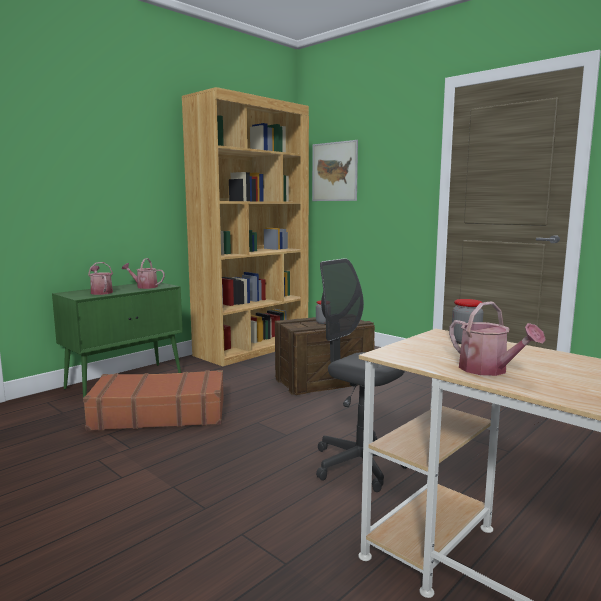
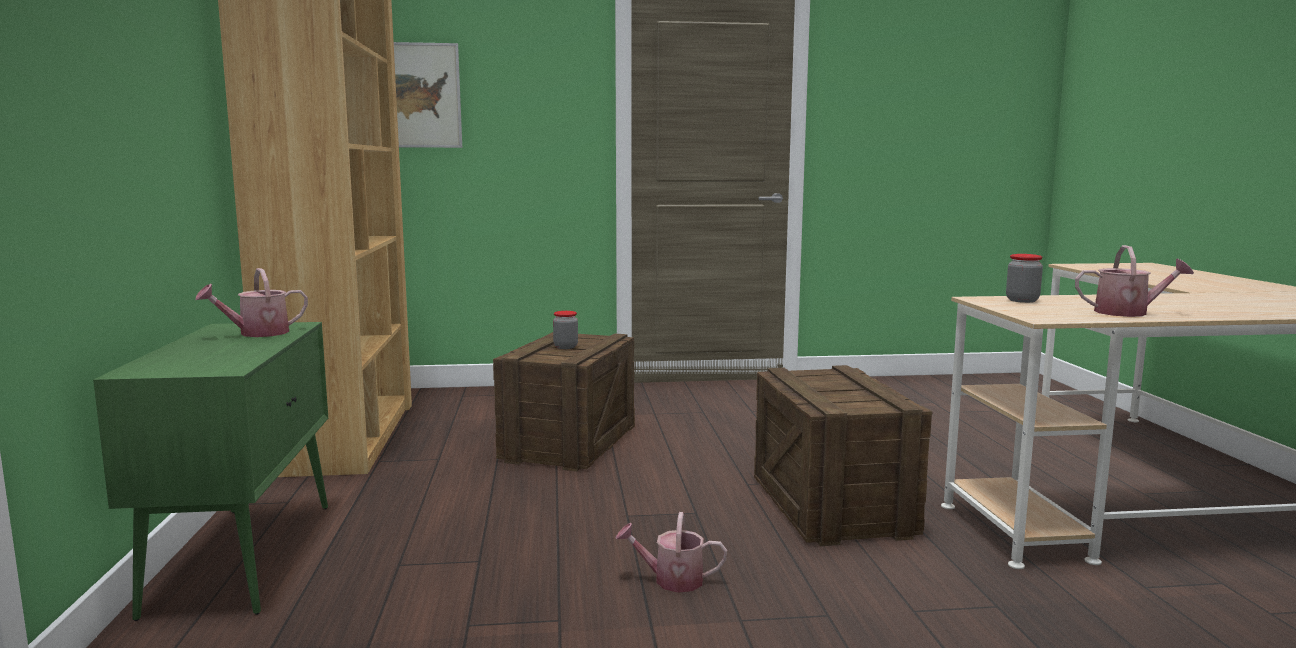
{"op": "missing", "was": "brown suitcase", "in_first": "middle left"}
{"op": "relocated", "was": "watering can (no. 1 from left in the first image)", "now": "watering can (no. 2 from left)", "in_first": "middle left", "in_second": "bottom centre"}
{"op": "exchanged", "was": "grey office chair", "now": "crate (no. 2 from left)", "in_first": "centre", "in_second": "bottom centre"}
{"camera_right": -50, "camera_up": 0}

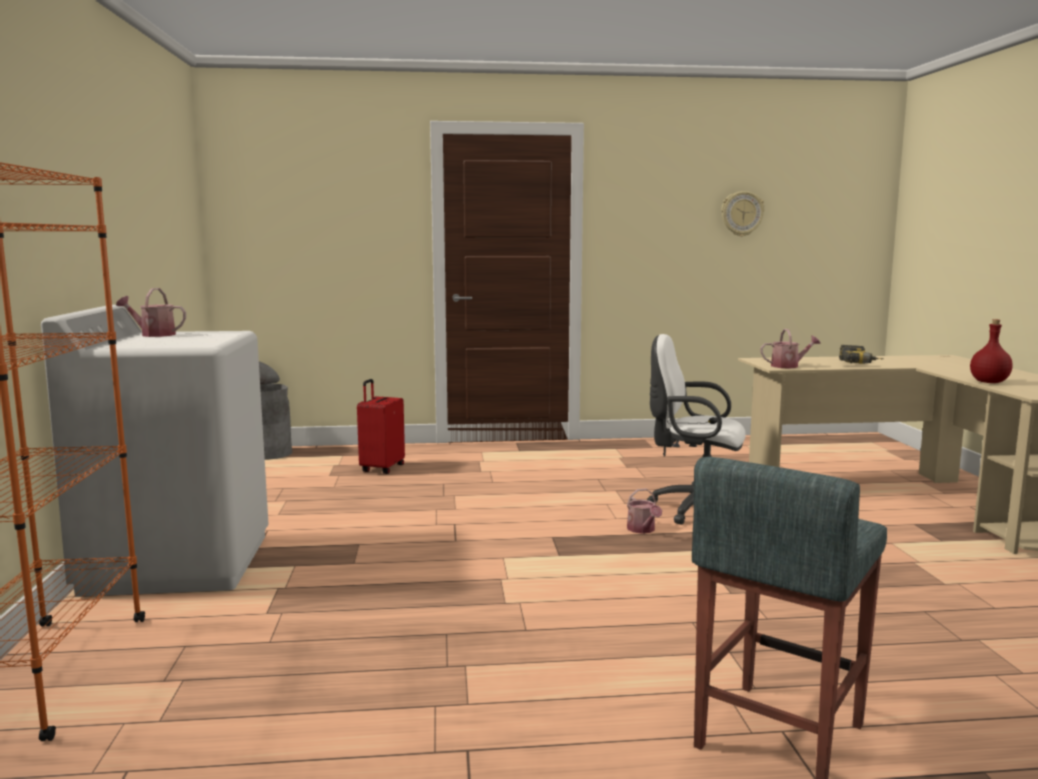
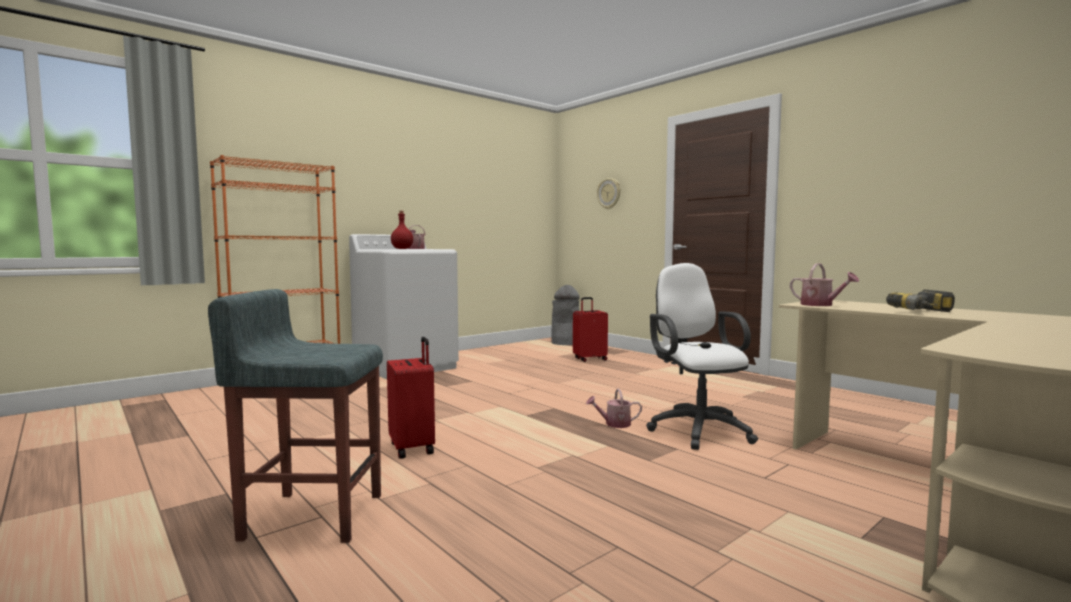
{"op": "appeared", "now": "red suitcase (no. 1 from left)", "in_second": "centre"}
{"op": "relocated", "was": "wall clock", "in_first": "top right", "in_second": "top centre"}
{"op": "relocated", "was": "red bottle", "in_first": "middle right", "in_second": "centre"}
{"op": "spun", "was": "watering can (no. 2 from left)", "in_first": "centre", "in_second": "bottom centre", "clockwise": 45}
{"camera_right": 55, "camera_up": -5}

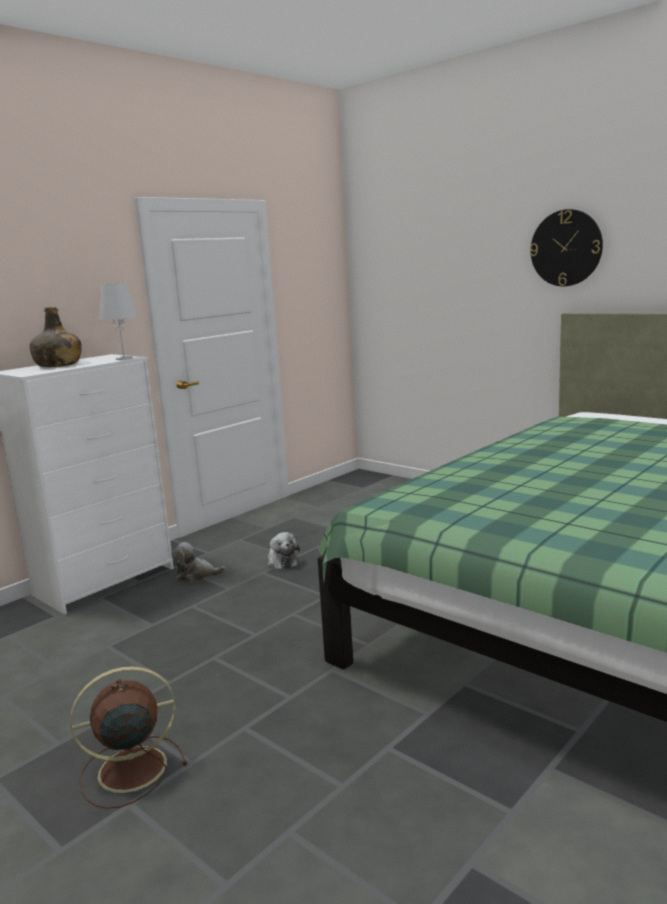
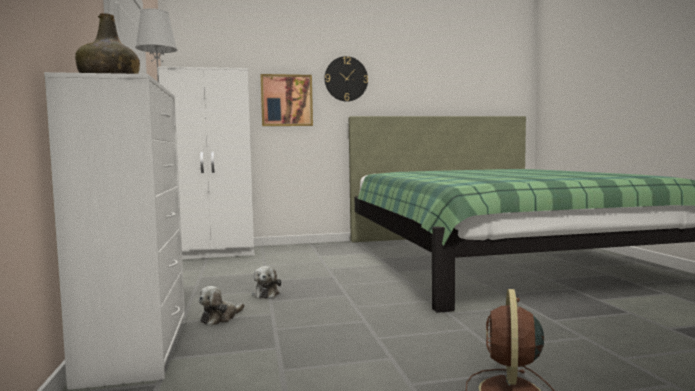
{"op": "appeared", "now": "white wardrobe", "in_second": "middle left"}
{"op": "appeared", "now": "picture", "in_second": "top centre"}
{"op": "spun", "was": "plush toy (no. 2 from left)", "in_first": "centre", "in_second": "bottom centre", "clockwise": 75}
{"camera_right": -55, "camera_up": -10}

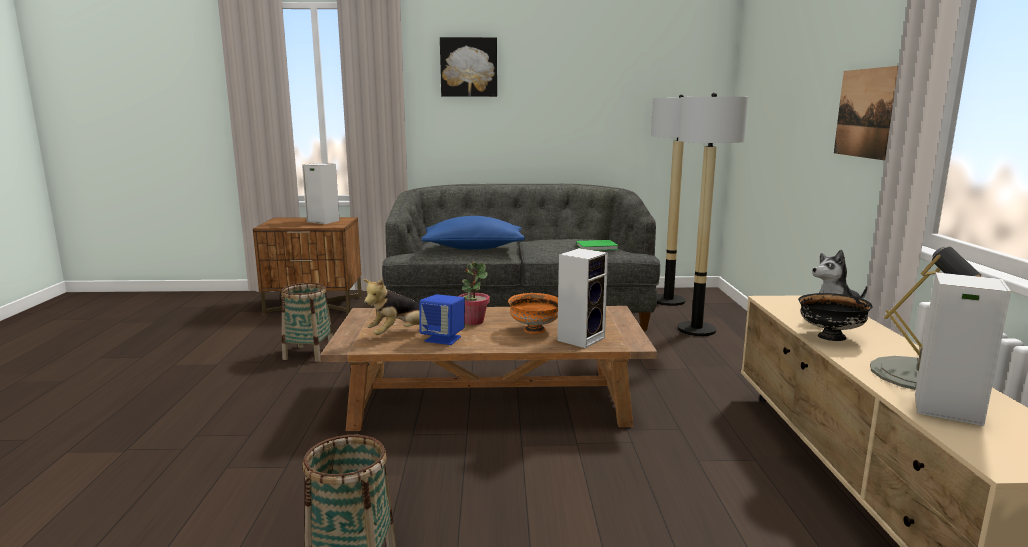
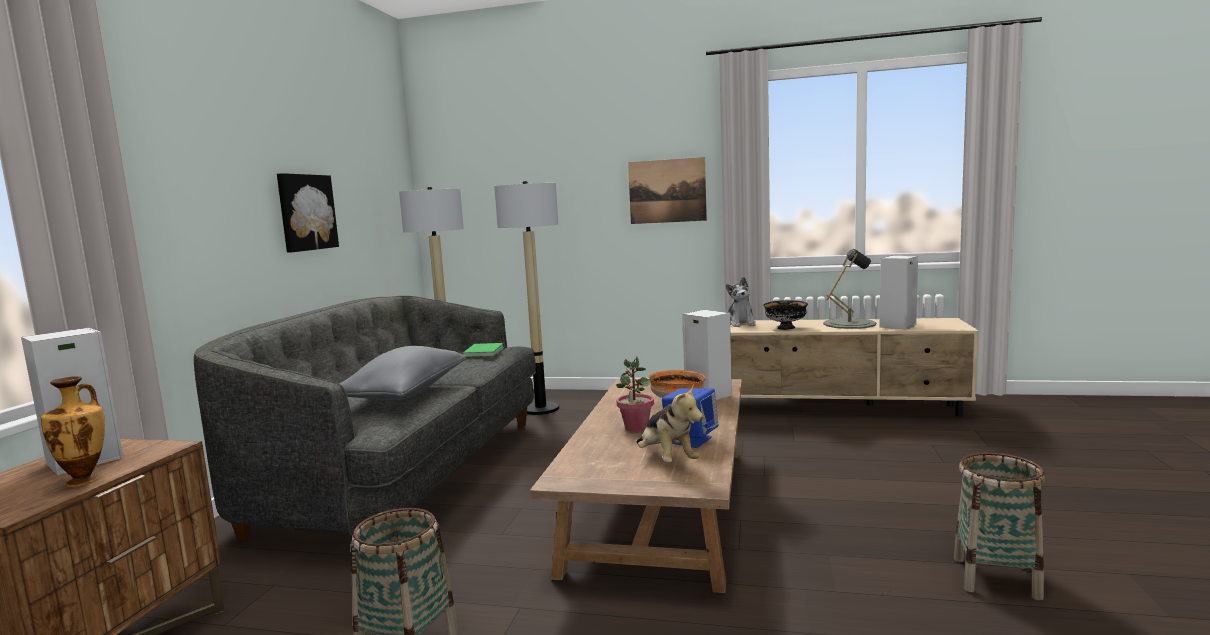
{"op": "appeared", "now": "vase", "in_second": "bottom left"}
{"op": "relocated", "was": "picture (no. 1 from left)", "in_first": "top centre", "in_second": "middle left"}
{"op": "colour", "was": "blue pillow", "now": "grey pillow", "in_first": "centre", "in_second": "middle left"}
{"camera_right": -75, "camera_up": -5}

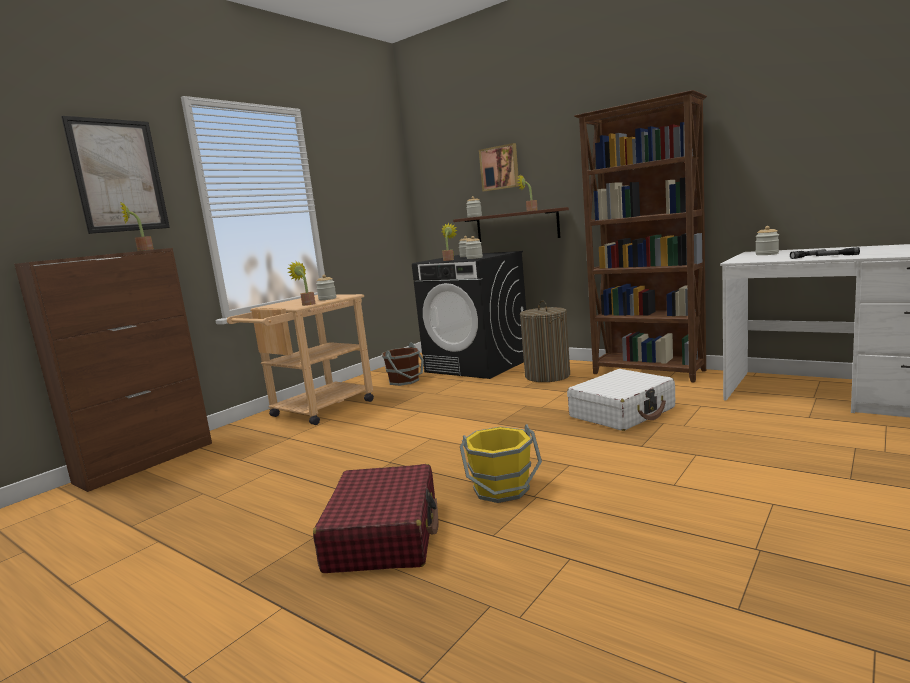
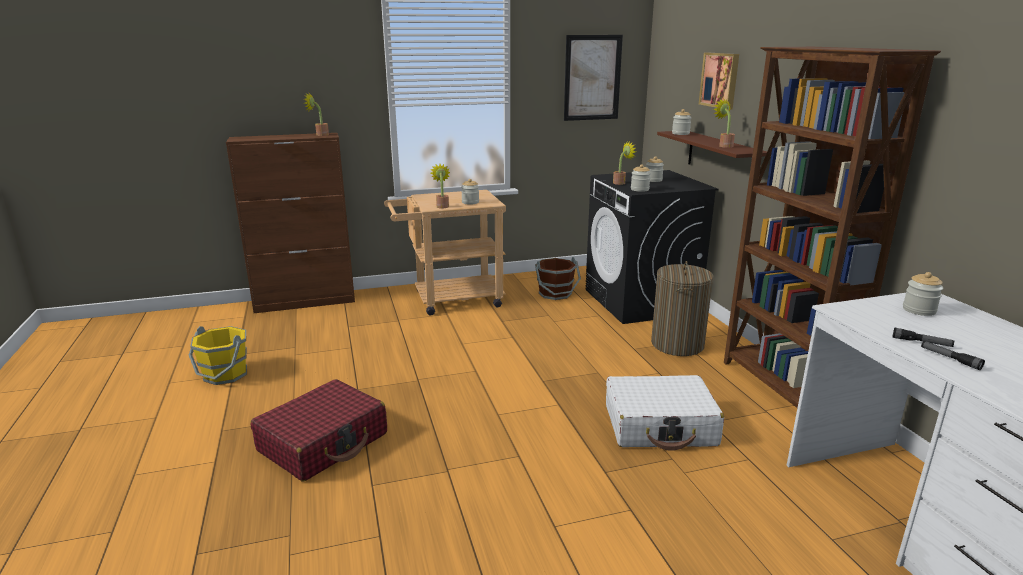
{"op": "relocated", "was": "picture (no. 1 from left)", "in_first": "top left", "in_second": "top centre"}
{"op": "relocated", "was": "yellow bucket", "in_first": "bottom centre", "in_second": "middle left"}
{"camera_right": 35, "camera_up": 10}

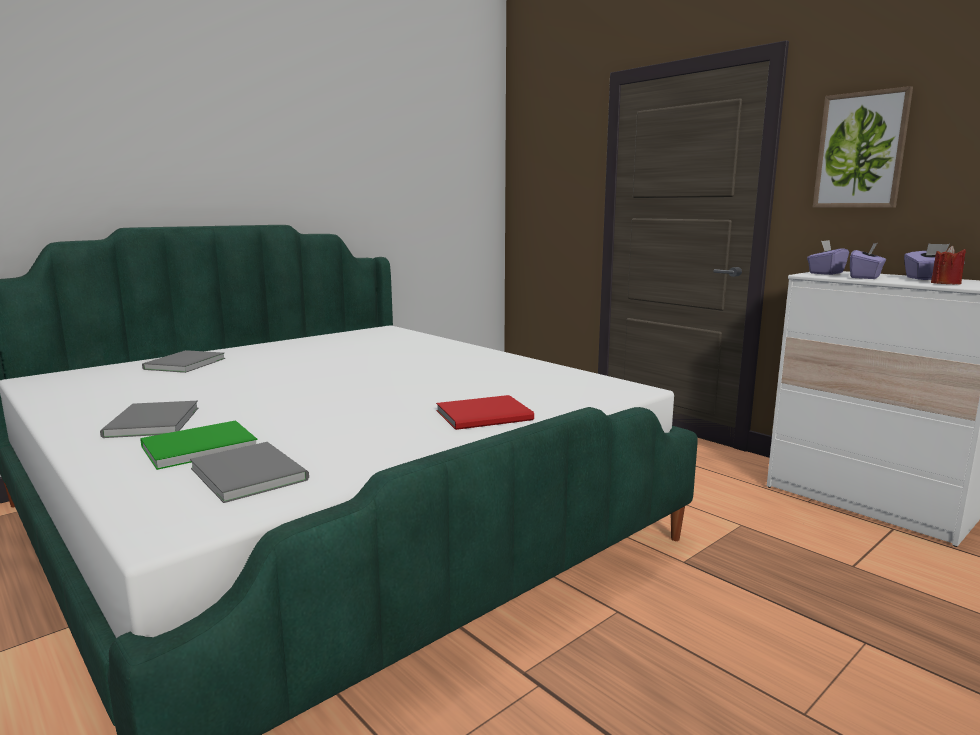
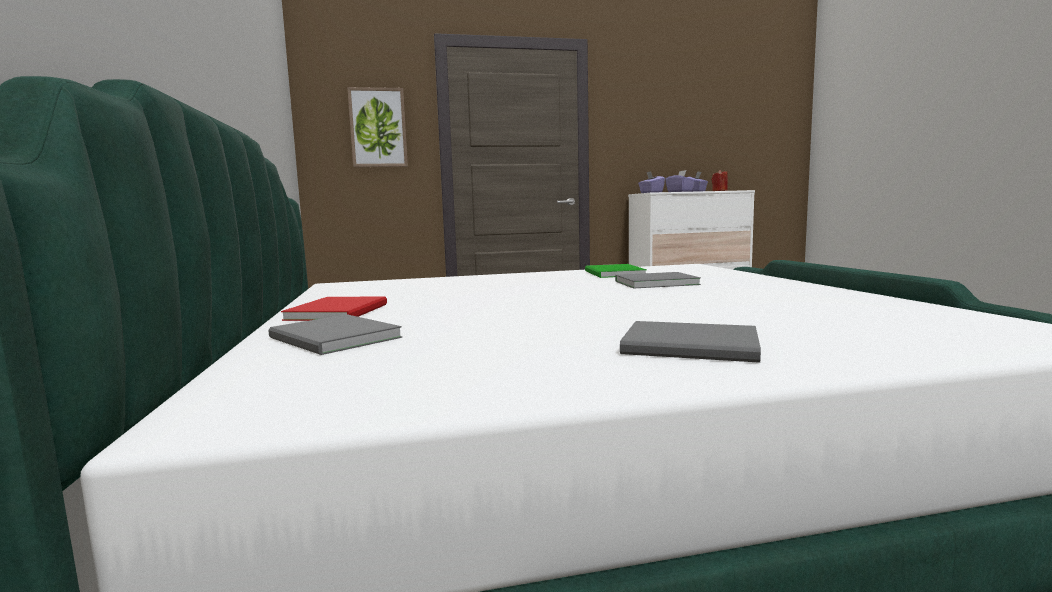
{"op": "relocated", "was": "green book", "in_first": "middle left", "in_second": "centre"}
{"op": "relocated", "was": "grey book (no. 3 from left in the first image)", "now": "grey book (no. 2 from left)", "in_first": "middle left", "in_second": "centre"}
{"op": "relocated", "was": "red book", "in_first": "centre", "in_second": "middle left"}
{"op": "relocated", "was": "picture", "in_first": "top right", "in_second": "top centre"}
{"camera_right": -60, "camera_up": -5}

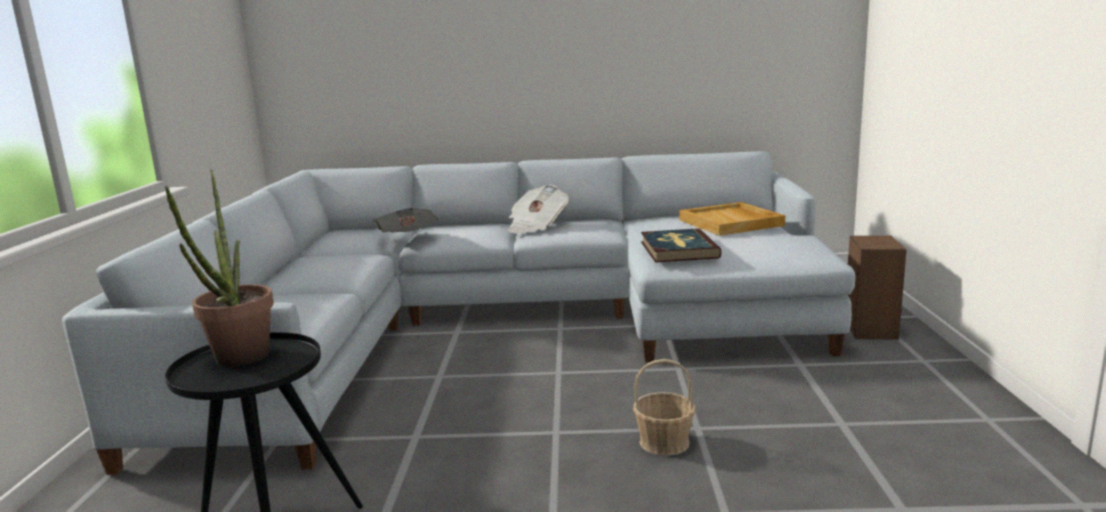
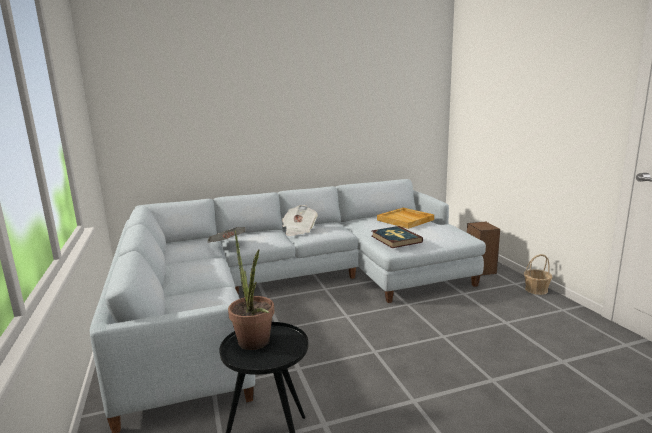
{"op": "relocated", "was": "basket", "in_first": "bottom centre", "in_second": "middle right"}
{"camera_right": -20, "camera_up": 0}

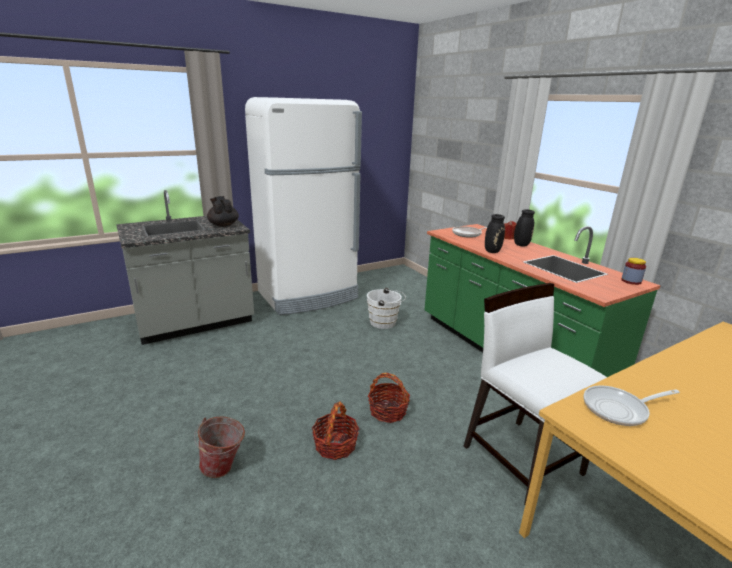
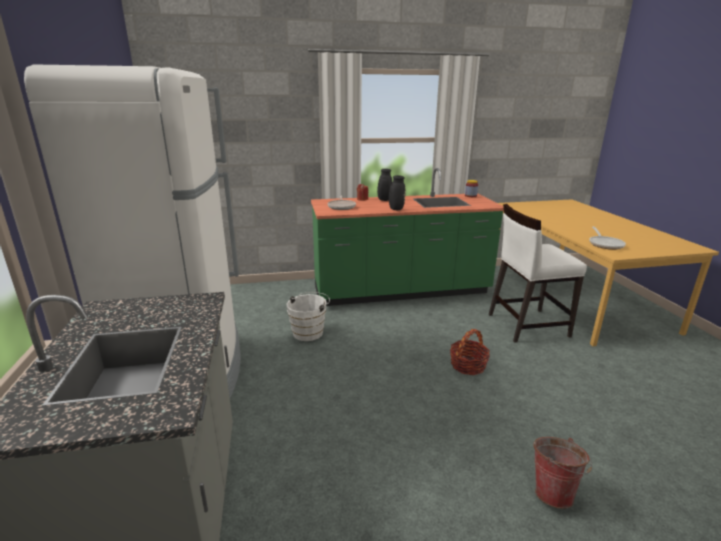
{"op": "missing", "was": "black teapot", "in_first": "middle left"}
{"op": "missing", "was": "basket (no. 1 from left)", "in_first": "bottom centre"}
{"camera_right": -70, "camera_up": 0}

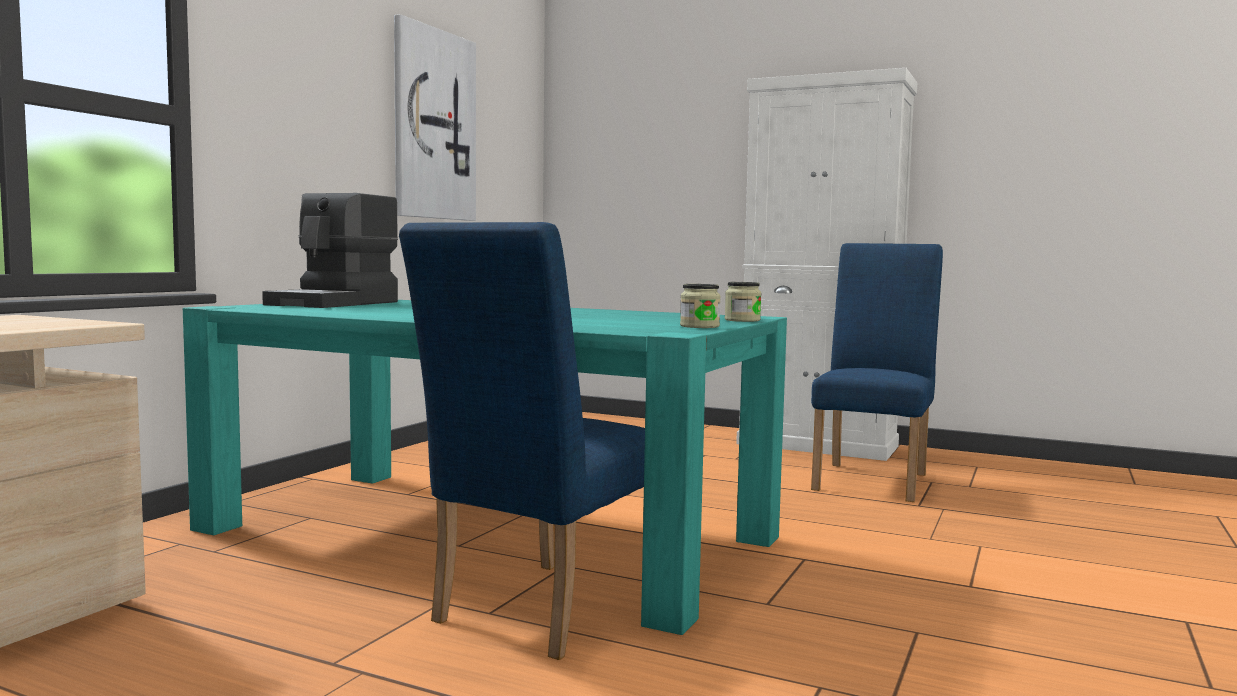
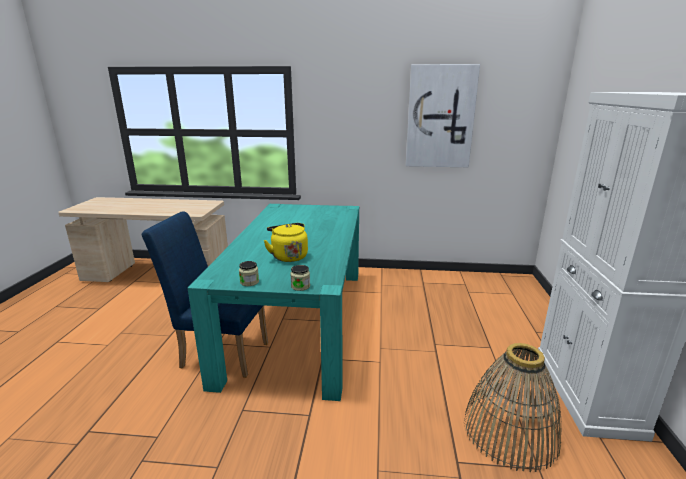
{"op": "missing", "was": "coffee machine", "in_first": "middle left"}
{"op": "appeared", "now": "yellow kettle", "in_second": "centre"}
{"op": "exchanged", "was": "blue chair (no. 2 from left)", "now": "basket", "in_first": "middle right", "in_second": "bottom right"}
{"camera_right": 70, "camera_up": 15}

